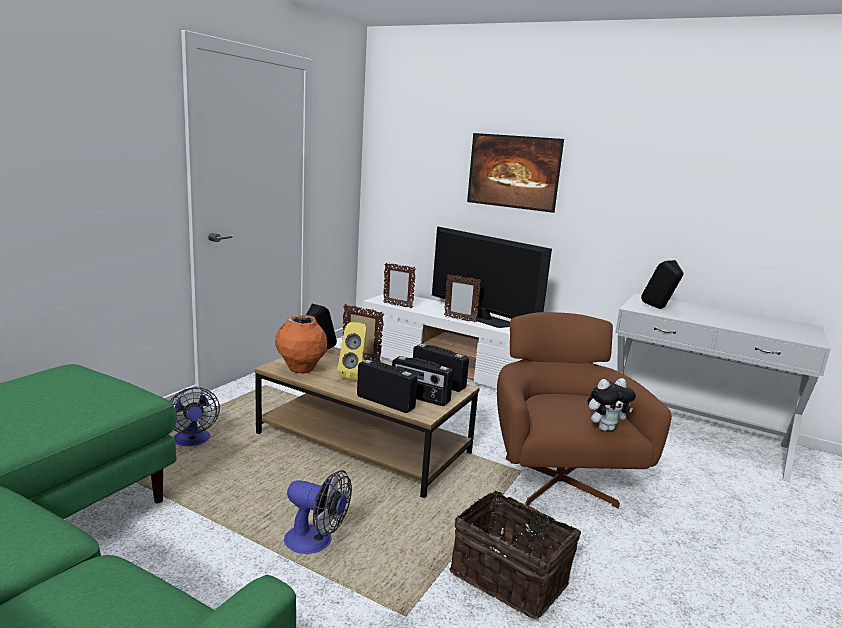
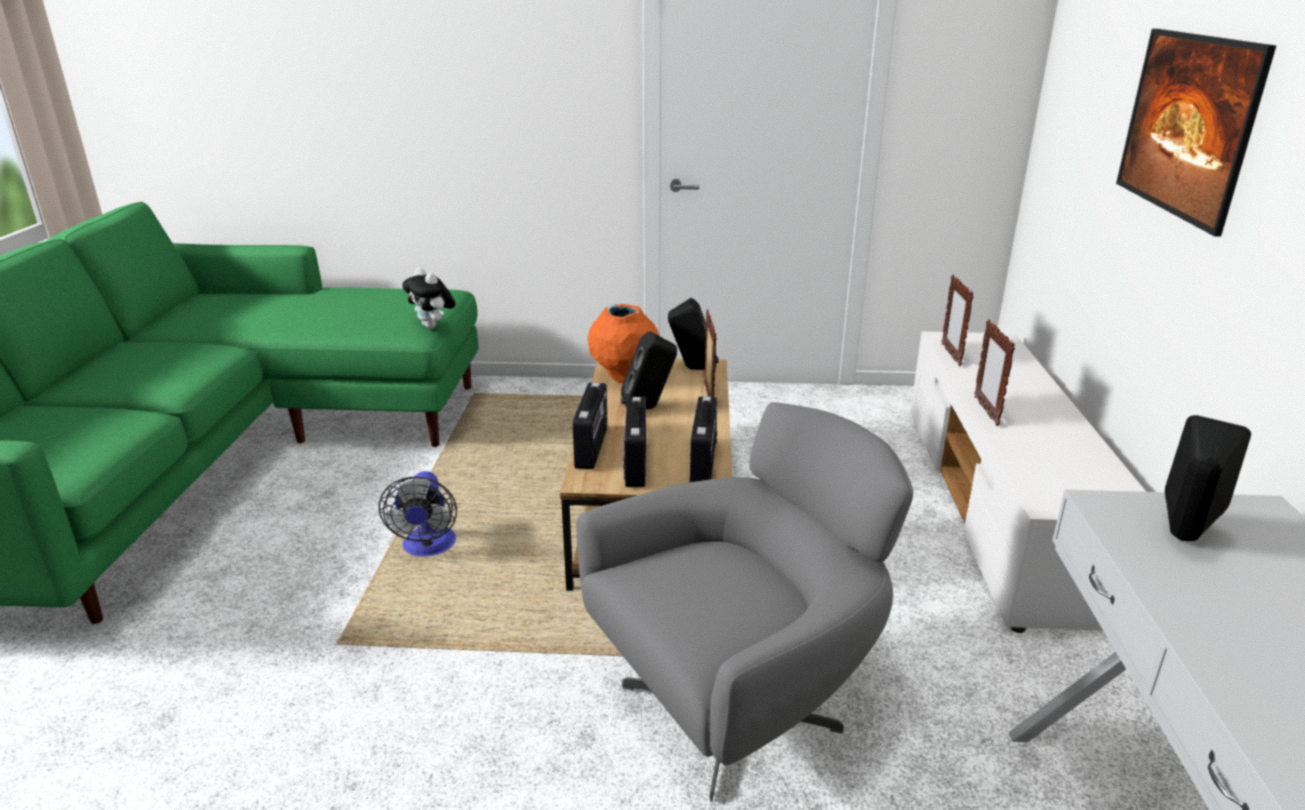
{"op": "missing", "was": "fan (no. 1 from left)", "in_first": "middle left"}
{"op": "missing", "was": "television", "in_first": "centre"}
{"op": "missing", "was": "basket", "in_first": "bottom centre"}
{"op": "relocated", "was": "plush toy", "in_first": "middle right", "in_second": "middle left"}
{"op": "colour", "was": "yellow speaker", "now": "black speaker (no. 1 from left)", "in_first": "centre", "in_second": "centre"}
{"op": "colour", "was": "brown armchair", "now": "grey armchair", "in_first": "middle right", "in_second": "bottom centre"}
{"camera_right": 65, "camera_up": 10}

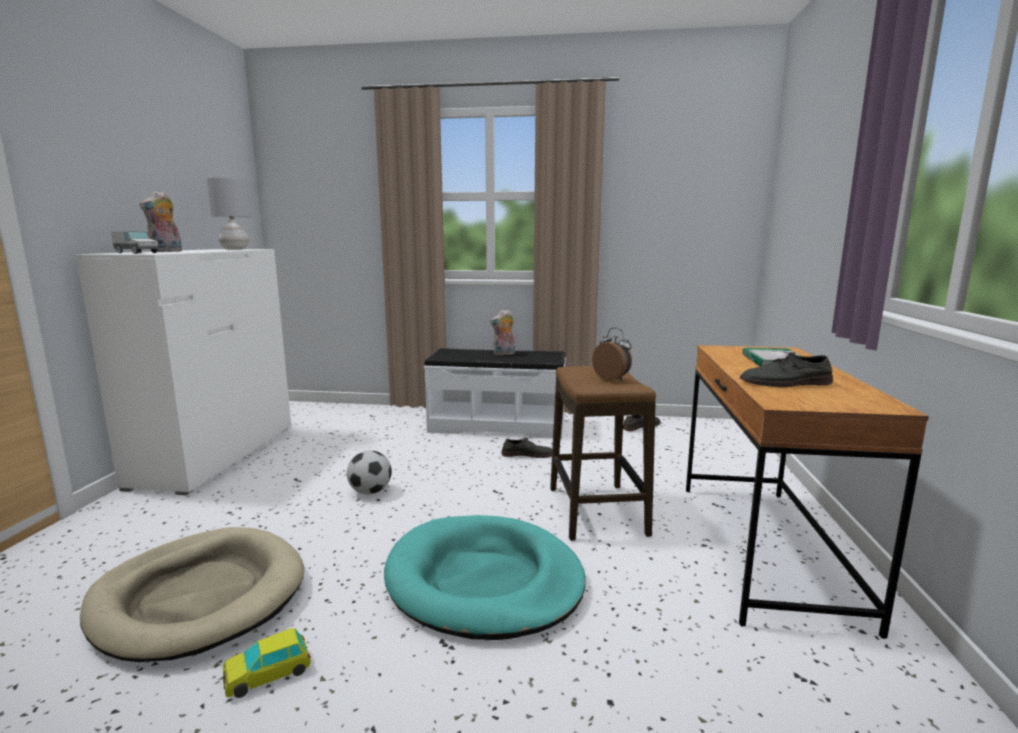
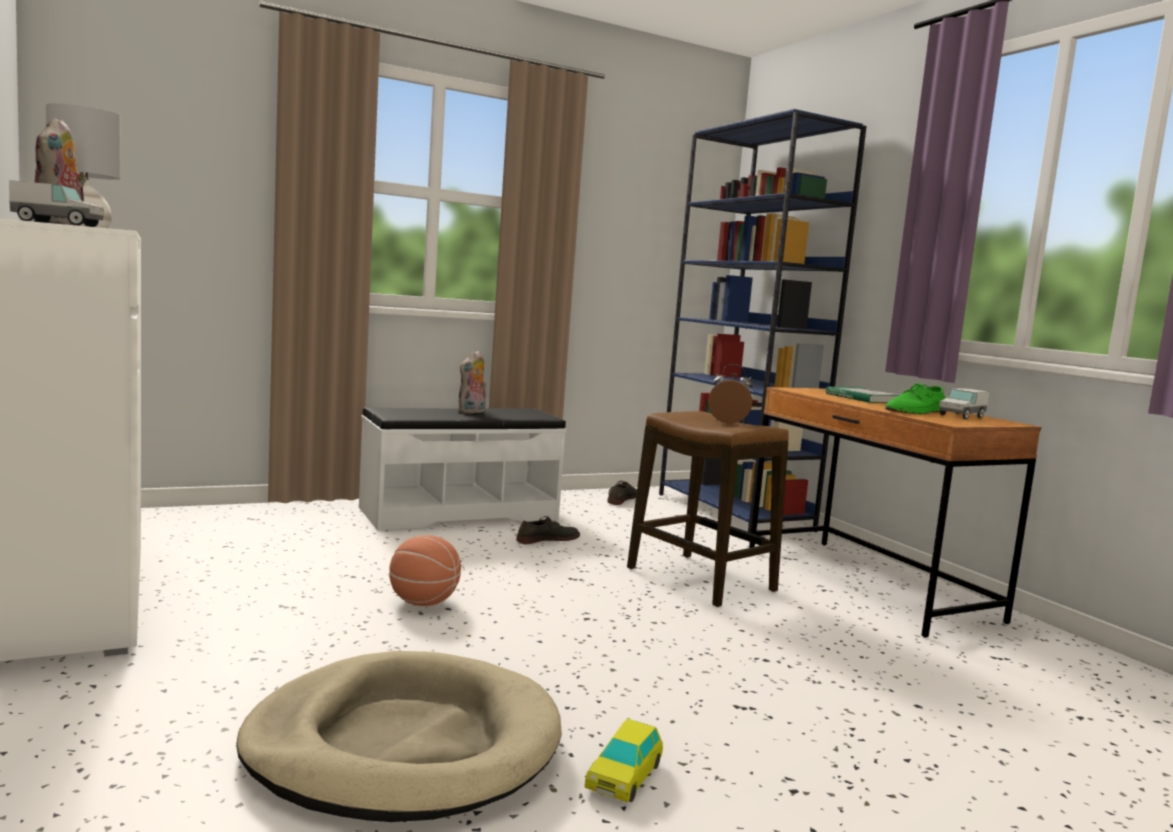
{"op": "missing", "was": "turquoise dog bed", "in_first": "bottom centre"}
{"op": "appeared", "now": "blue bookcase", "in_second": "centre"}
{"op": "appeared", "now": "toy truck (no. 2 from left)", "in_second": "middle right"}
{"op": "exchanged", "was": "football", "now": "basketball", "in_first": "centre", "in_second": "bottom centre"}
{"op": "colour", "was": "grey shoe (no. 3 from left)", "now": "green shoe", "in_first": "middle right", "in_second": "middle right"}
{"camera_right": -35, "camera_up": -5}

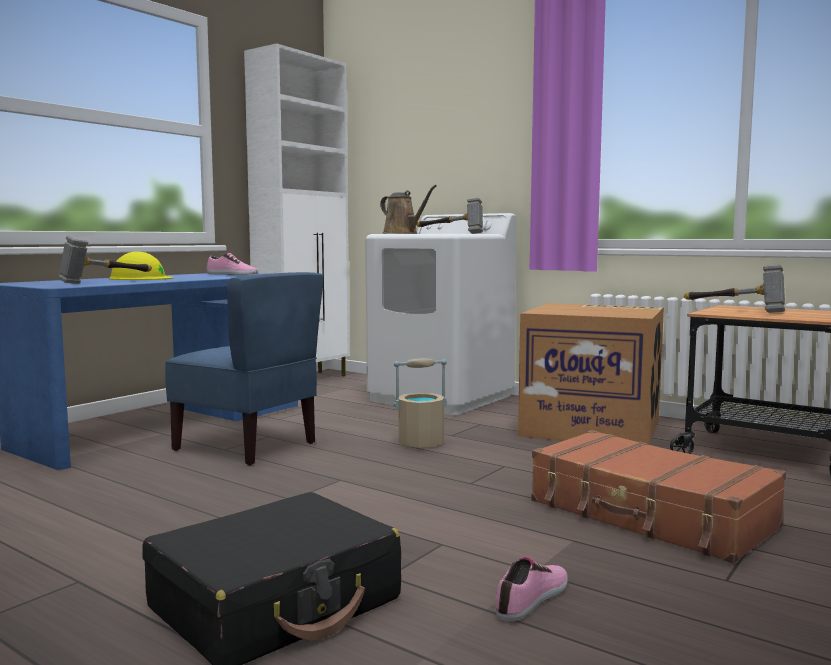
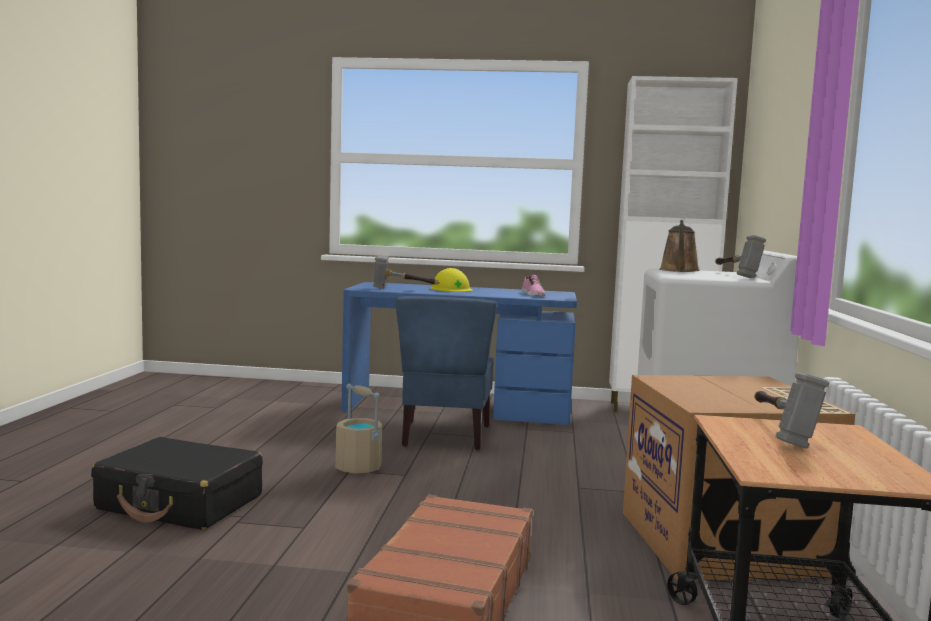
{"op": "missing", "was": "shoe (no. 2 from left)", "in_first": "bottom centre"}
{"op": "relocated", "was": "beige bucket", "in_first": "centre", "in_second": "bottom centre"}
{"camera_right": 60, "camera_up": 0}

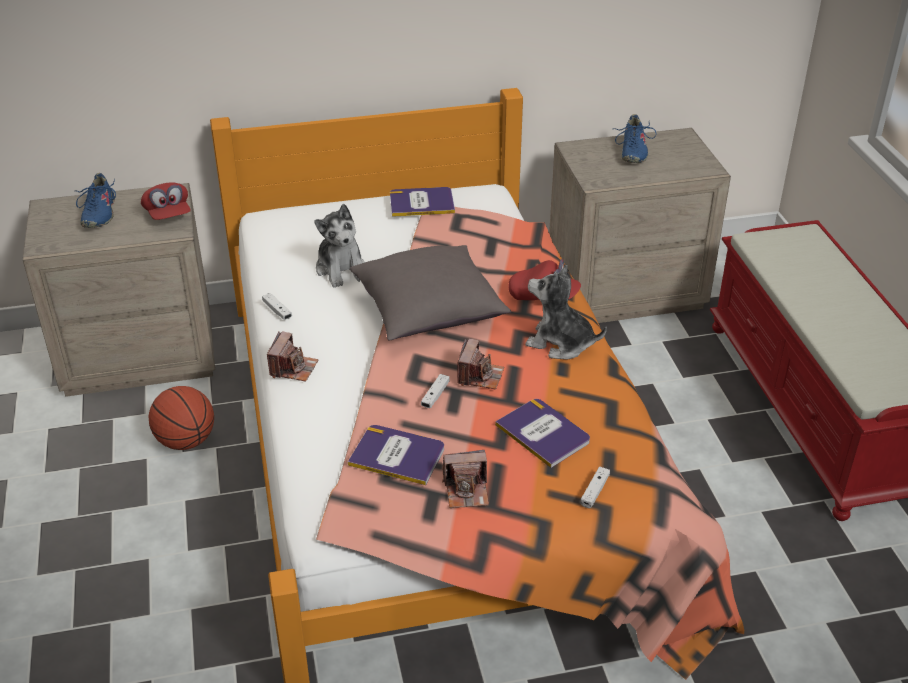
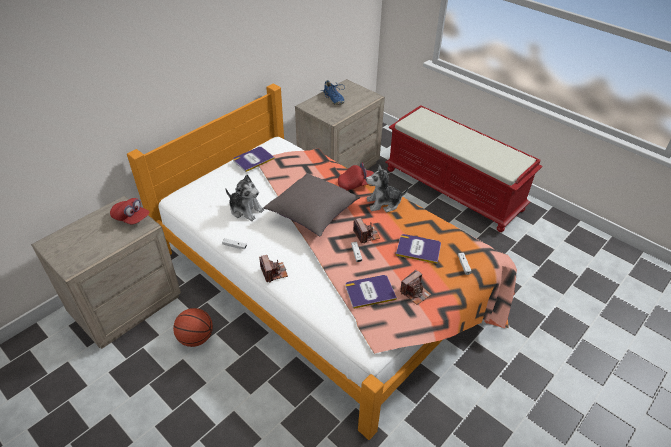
{"op": "missing", "was": "blue shoe (no. 1 from left)", "in_first": "top left"}
{"camera_right": -35, "camera_up": 5}

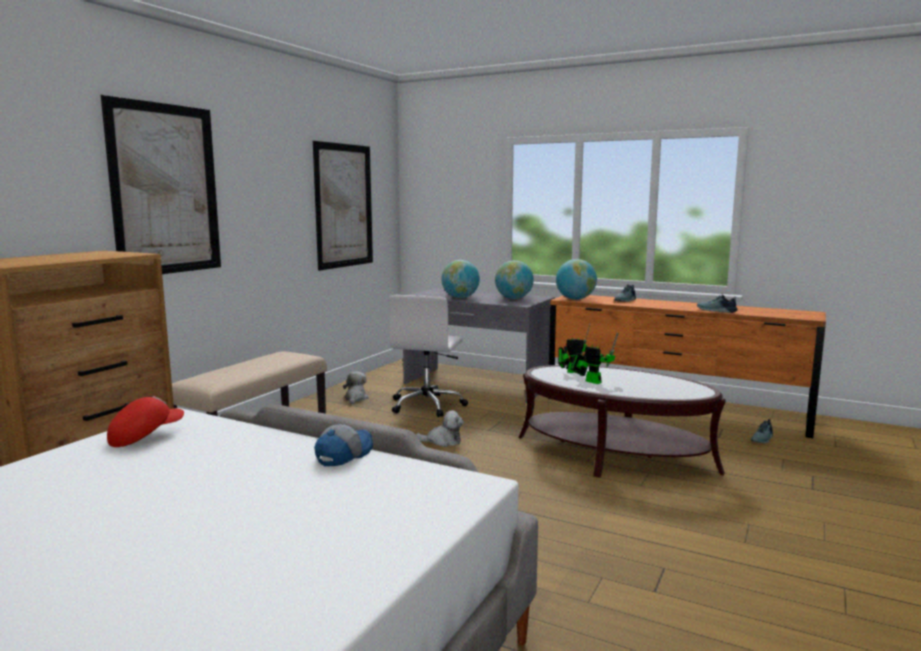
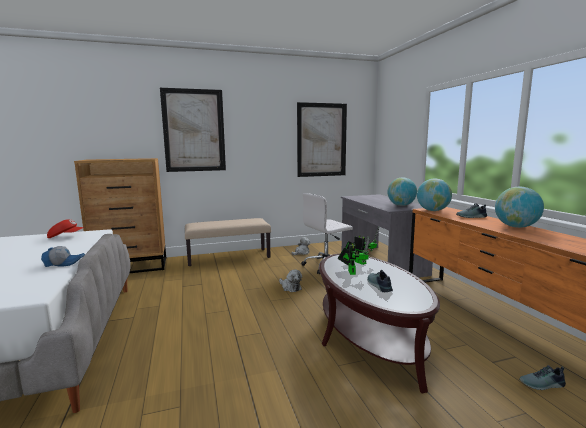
{"op": "relocated", "was": "globe (no. 1 from left in the first image)", "now": "globe (no. 3 from left)", "in_first": "centre", "in_second": "middle right"}
{"op": "relocated", "was": "shoe (no. 2 from left in the first image)", "now": "shoe (no. 1 from left)", "in_first": "middle right", "in_second": "centre"}
{"camera_right": 45, "camera_up": 0}

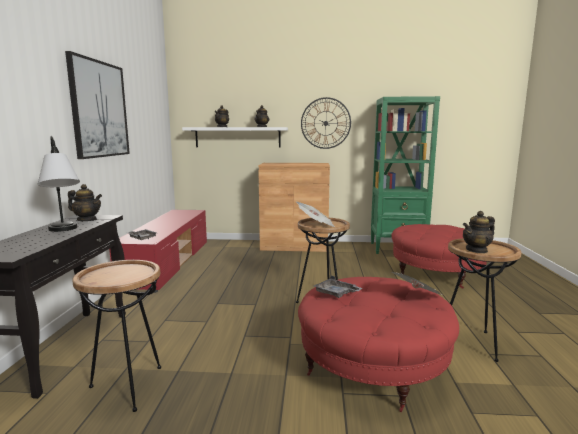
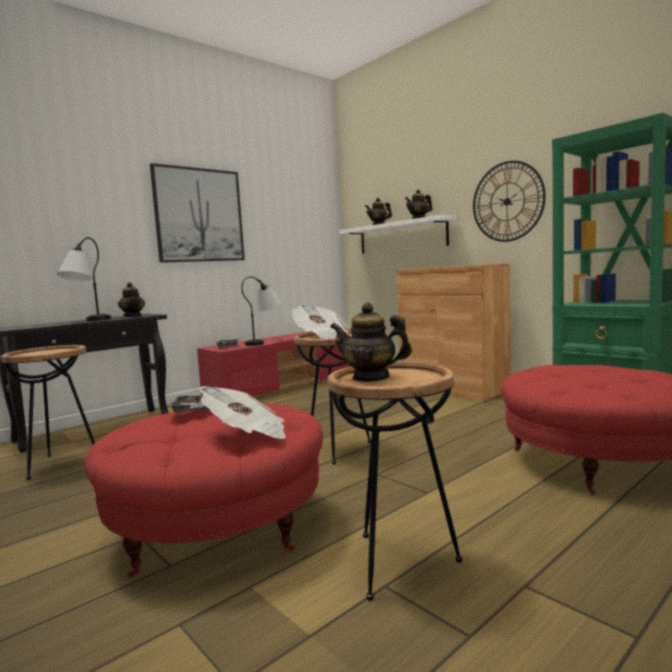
{"op": "appeared", "now": "table lamp (no. 2 from left)", "in_second": "centre"}
{"camera_right": 45, "camera_up": -5}

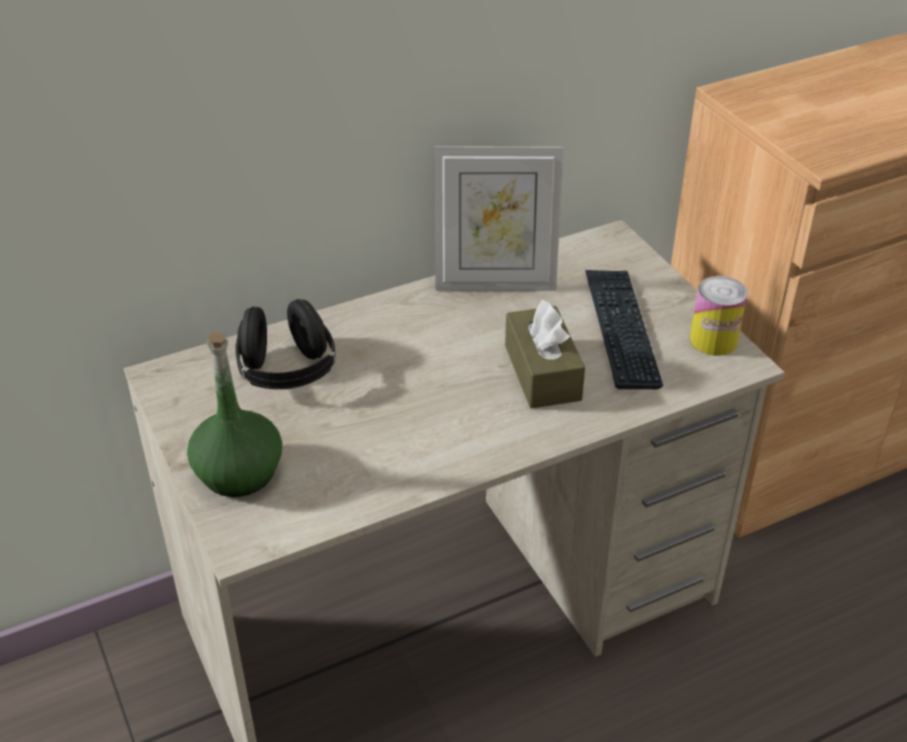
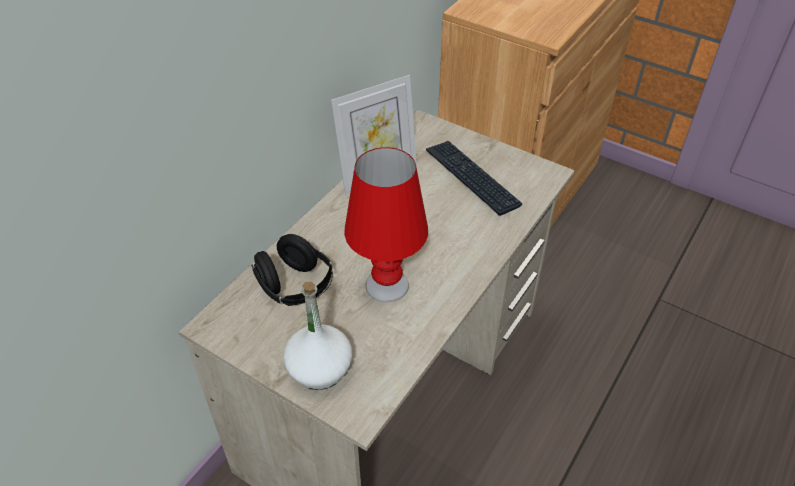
{"op": "missing", "was": "brown tissue box", "in_first": "centre"}
{"op": "missing", "was": "can", "in_first": "middle right"}
{"op": "appeared", "now": "red table lamp", "in_second": "centre"}
{"op": "colour", "was": "green bottle", "now": "white bottle", "in_first": "middle left", "in_second": "bottom centre"}
{"camera_right": -30, "camera_up": 5}

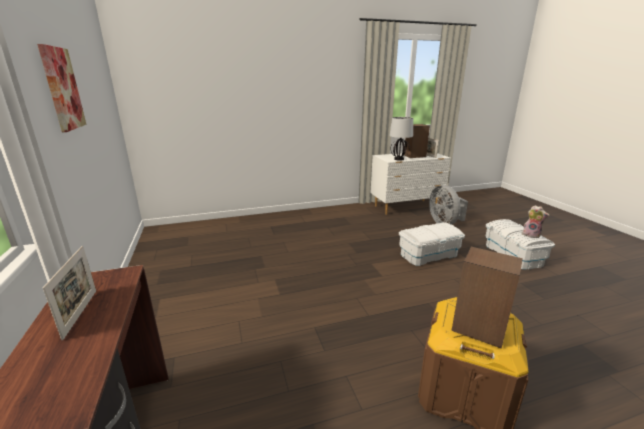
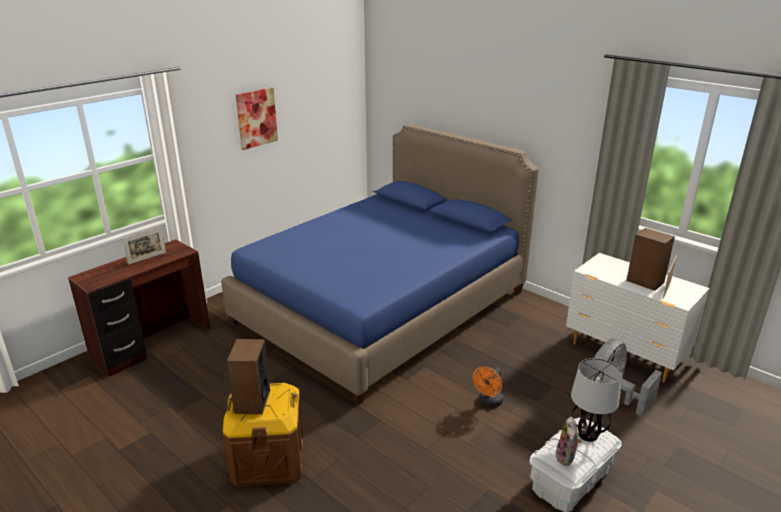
{"op": "appeared", "now": "blue bed", "in_second": "centre"}
{"op": "relocated", "was": "table lamp", "in_first": "top centre", "in_second": "bottom right"}
{"op": "exchanged", "was": "white storage box (no. 1 from left)", "now": "orange fan", "in_first": "middle right", "in_second": "bottom centre"}
{"camera_right": 60, "camera_up": 5}

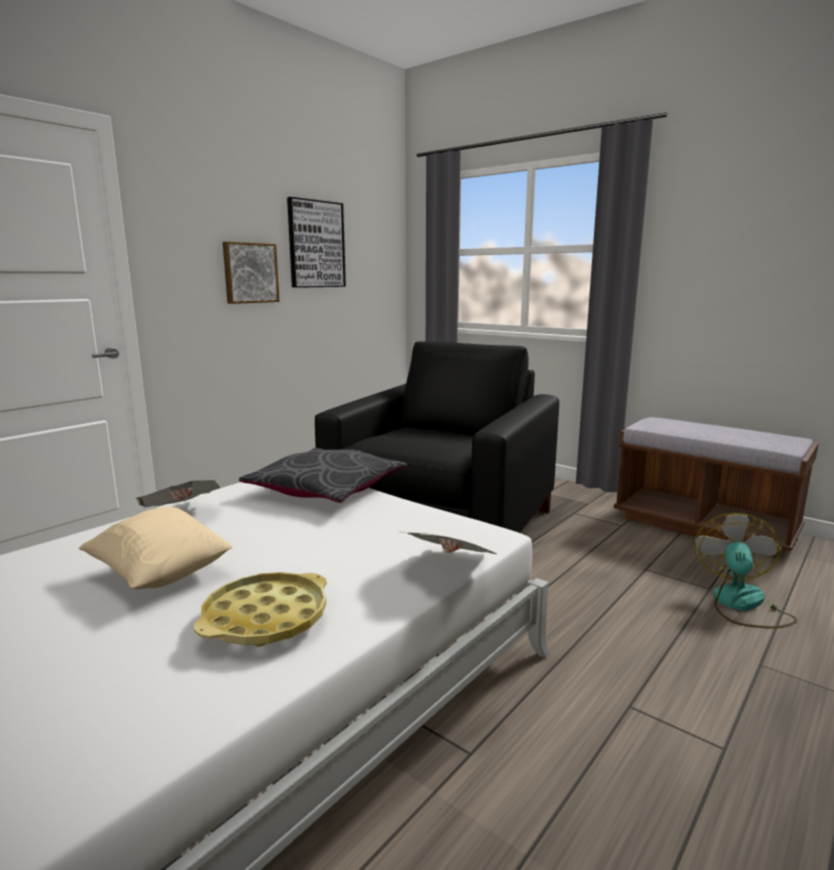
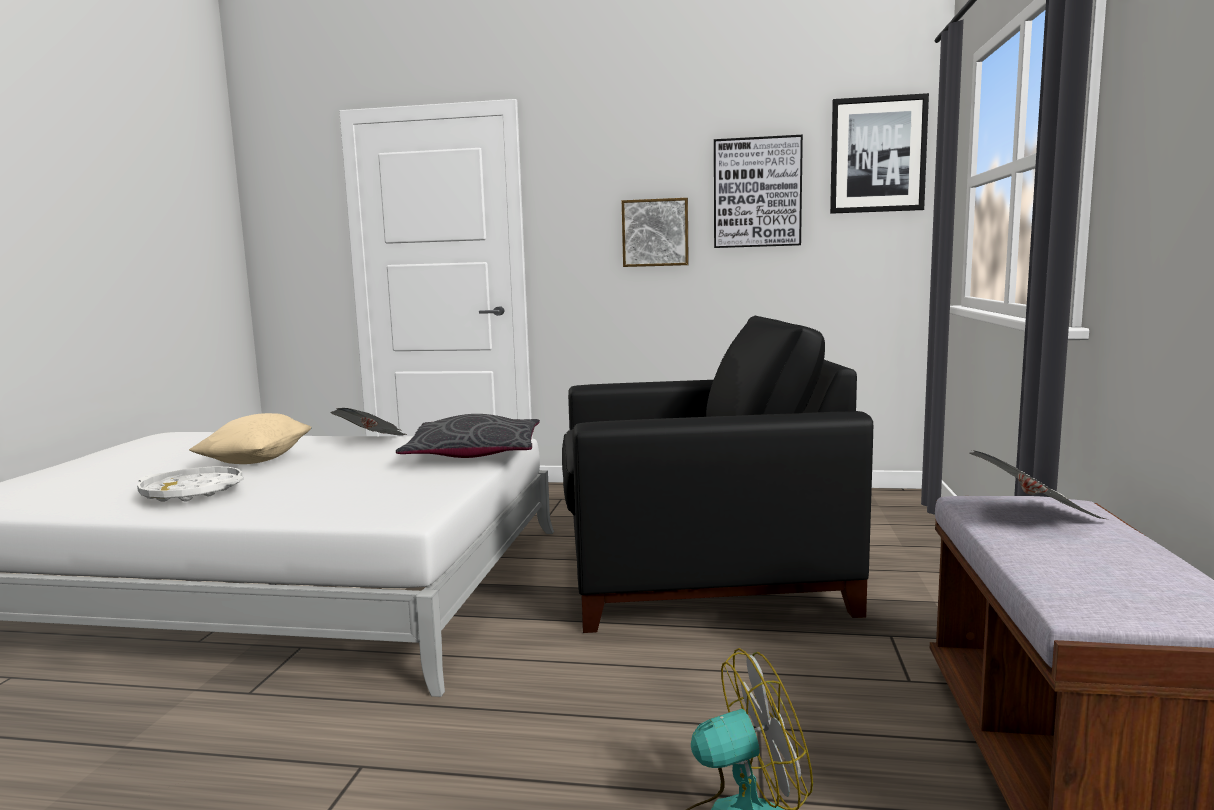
{"op": "appeared", "now": "picture (no. 3 from left)", "in_second": "top right"}
{"op": "relocated", "was": "newspaper (no. 2 from left)", "in_first": "centre", "in_second": "middle right"}
{"op": "colour", "was": "yellow tray", "now": "white tray", "in_first": "bottom left", "in_second": "middle left"}
{"camera_right": 60, "camera_up": -5}

